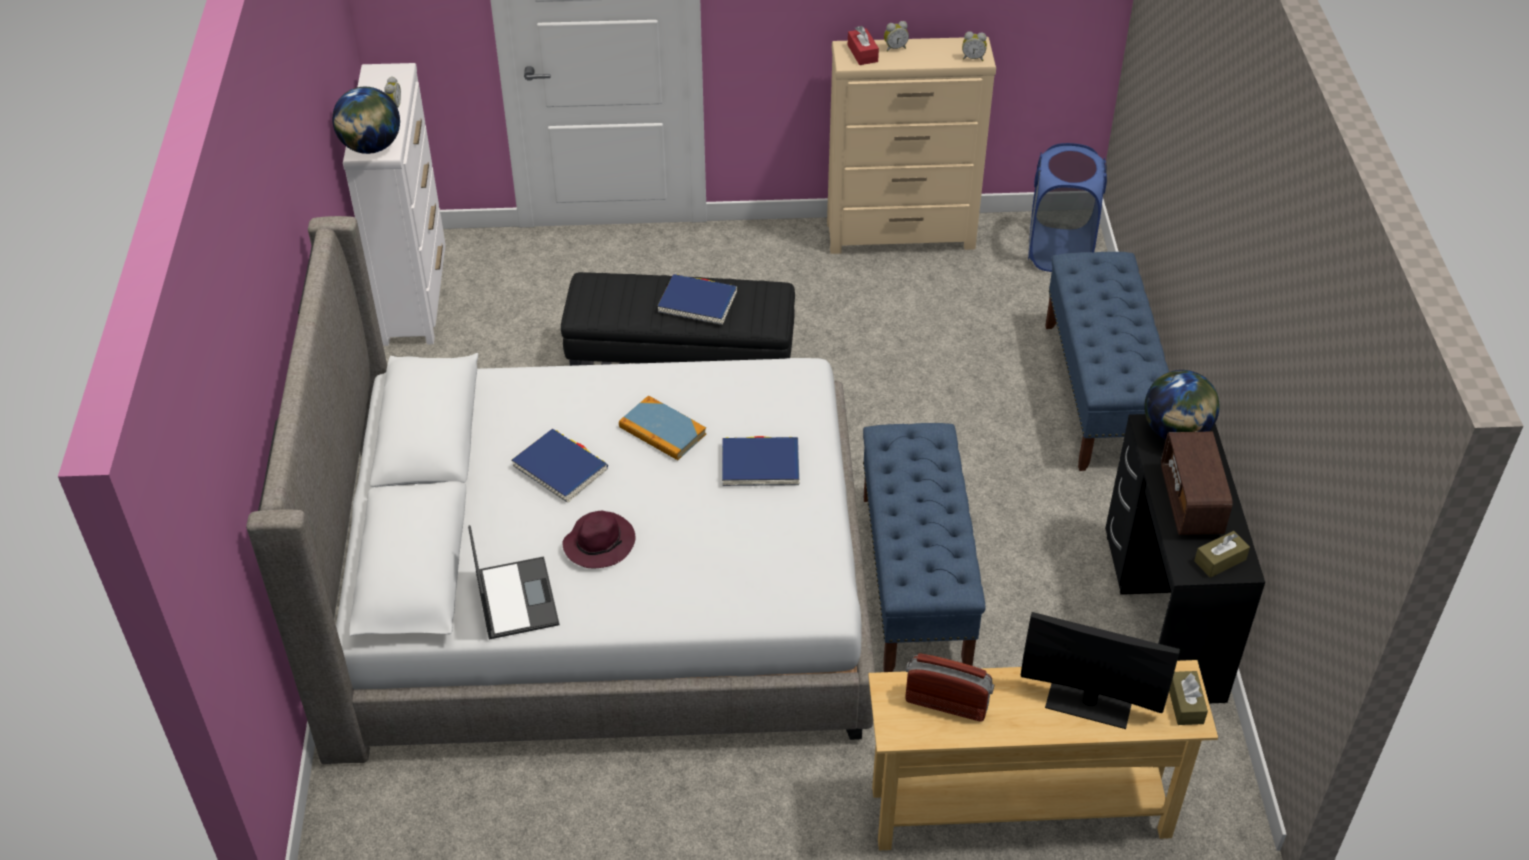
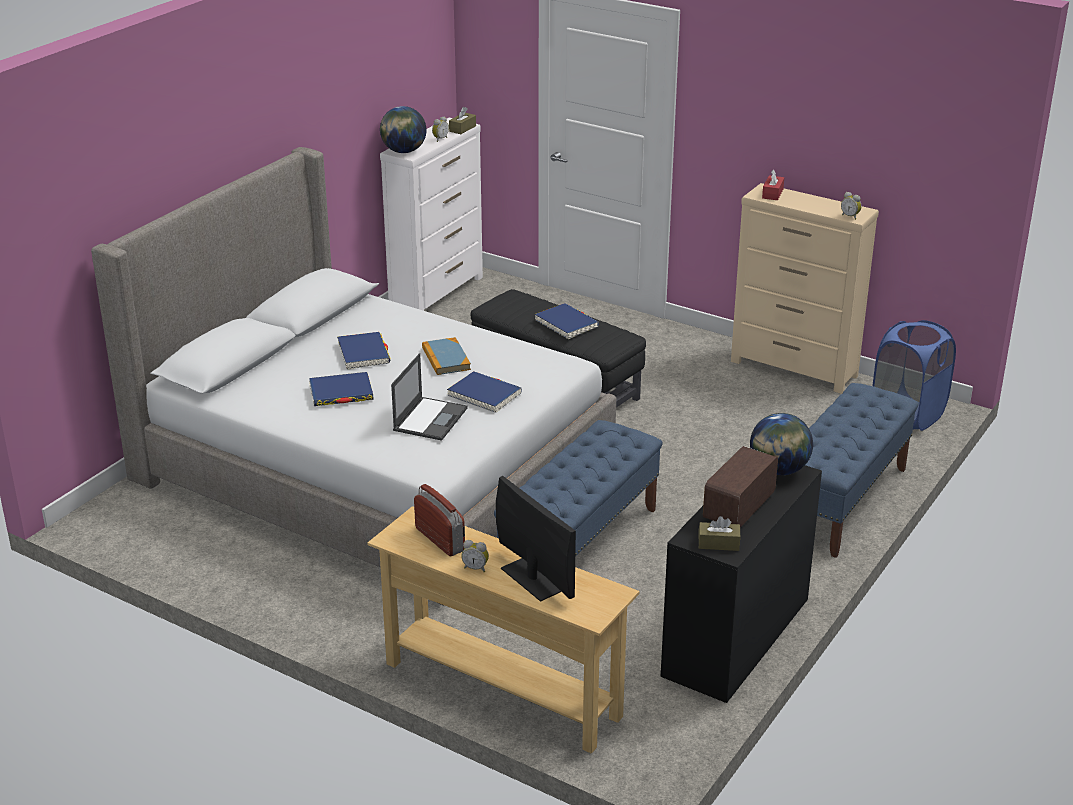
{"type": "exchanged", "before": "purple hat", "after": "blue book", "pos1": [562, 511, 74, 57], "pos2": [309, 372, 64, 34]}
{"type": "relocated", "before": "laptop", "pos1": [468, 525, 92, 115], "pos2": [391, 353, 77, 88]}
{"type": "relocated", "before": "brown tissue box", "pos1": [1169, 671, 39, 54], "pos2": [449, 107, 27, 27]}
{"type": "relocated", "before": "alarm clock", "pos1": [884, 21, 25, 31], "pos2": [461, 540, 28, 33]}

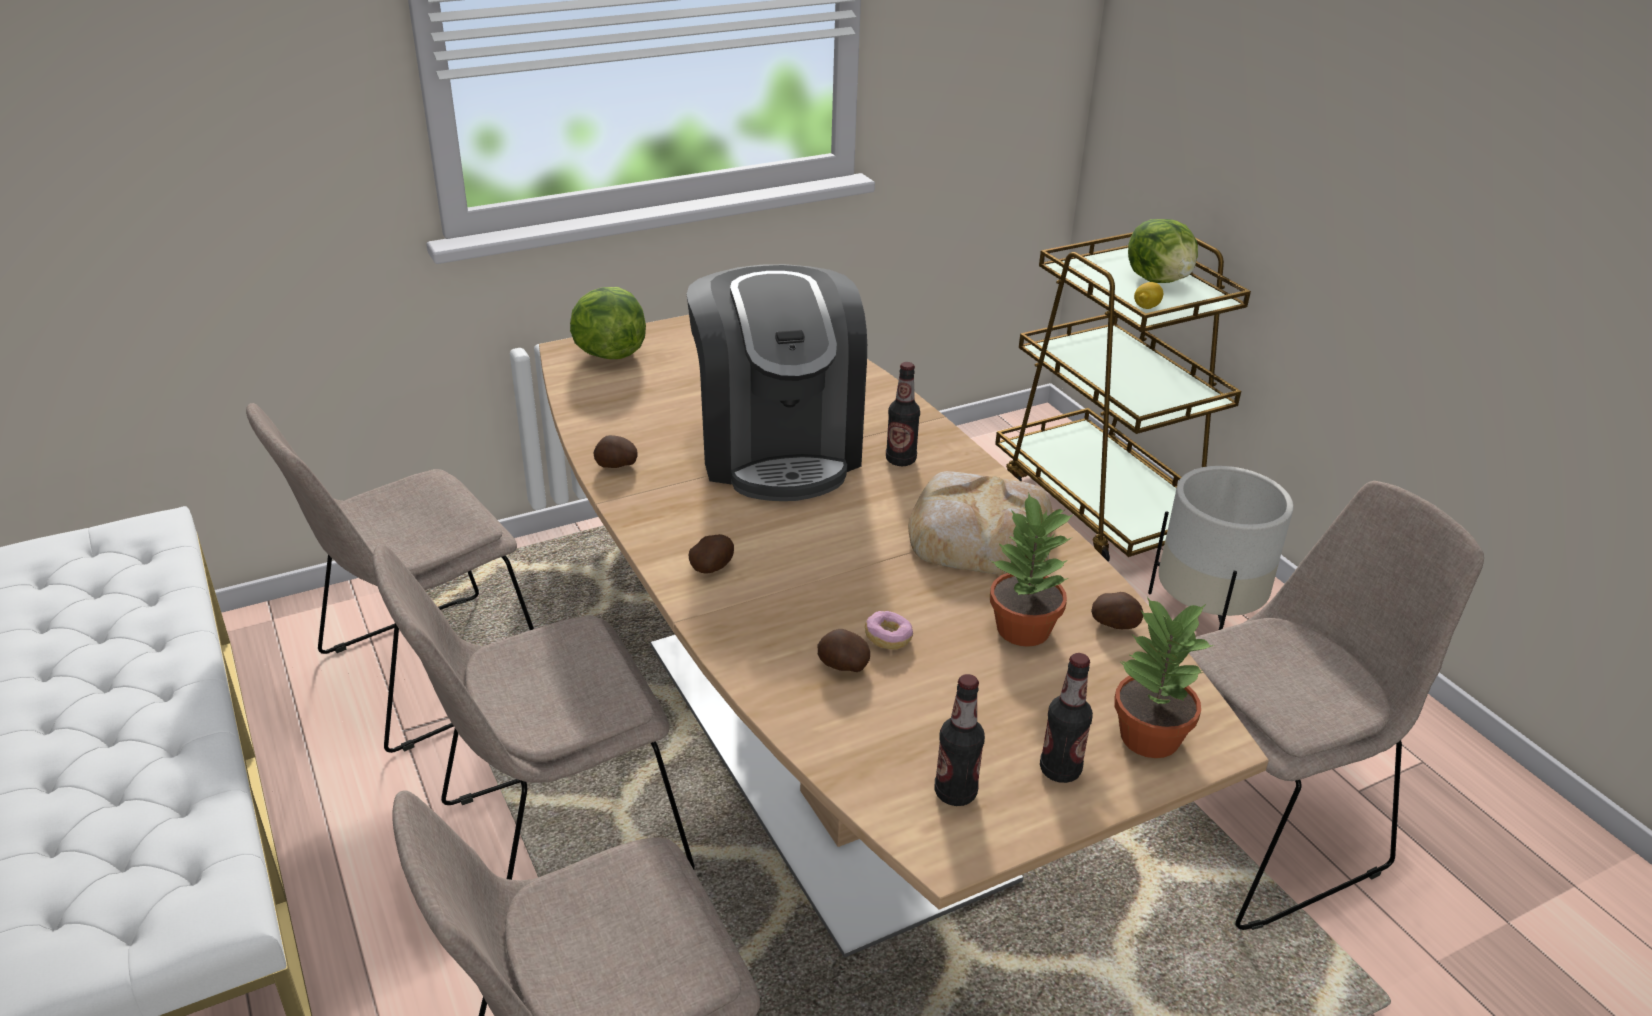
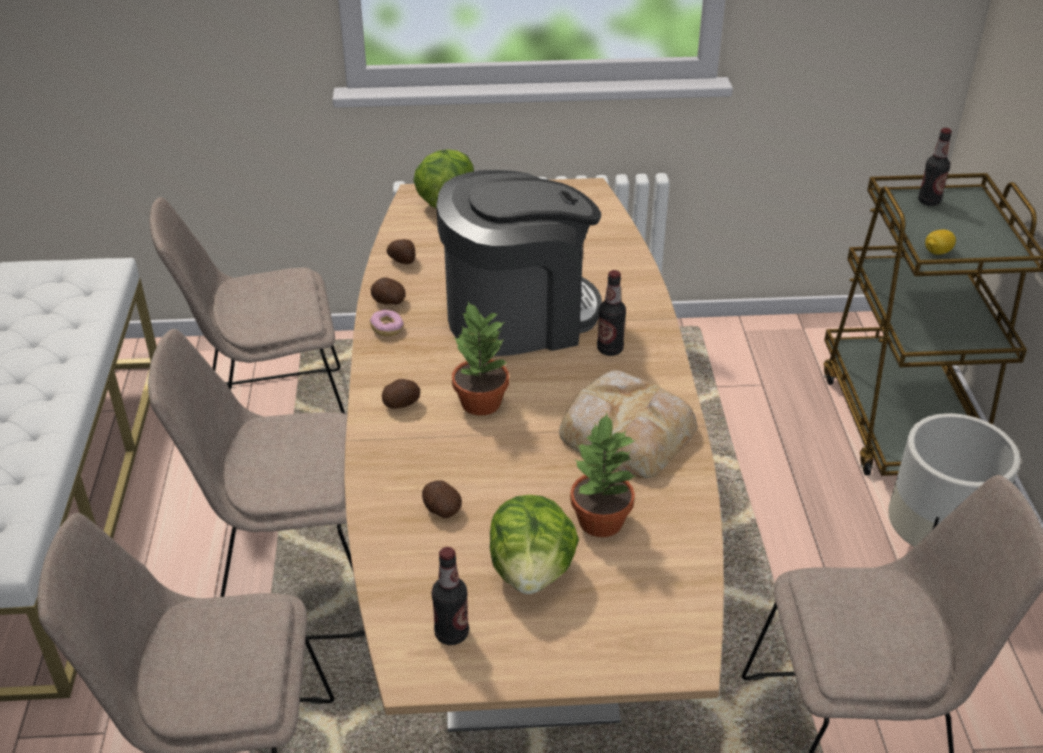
{"type": "relocated", "before": "donut", "pos1": [865, 611, 48, 39], "pos2": [370, 309, 34, 27]}
{"type": "relocated", "before": "potato", "pos1": [1091, 592, 52, 37], "pos2": [387, 239, 28, 25]}
{"type": "spun", "before": "coffee machine", "pos1": [687, 264, 180, 237], "pos2": [436, 170, 166, 186], "turn": -120}
{"type": "relocated", "before": "potted plant", "pos1": [1114, 597, 101, 161], "pos2": [452, 302, 57, 114]}
{"type": "relocated", "before": "lettuce", "pos1": [1128, 219, 70, 64], "pos2": [490, 495, 89, 99]}
{"type": "relocated", "before": "bottle", "pos1": [1040, 653, 53, 130], "pos2": [918, 128, 34, 78]}

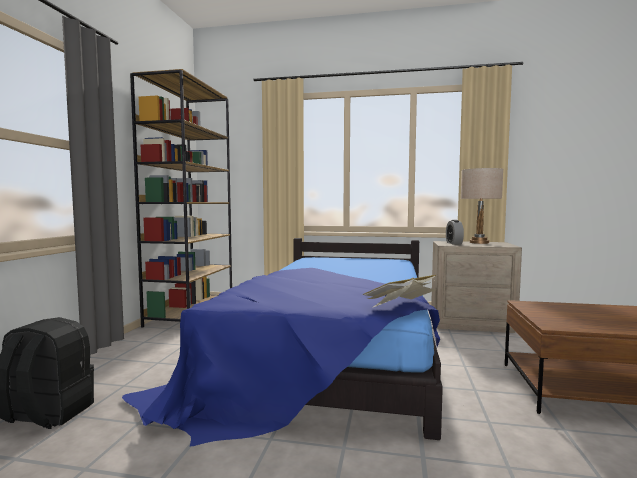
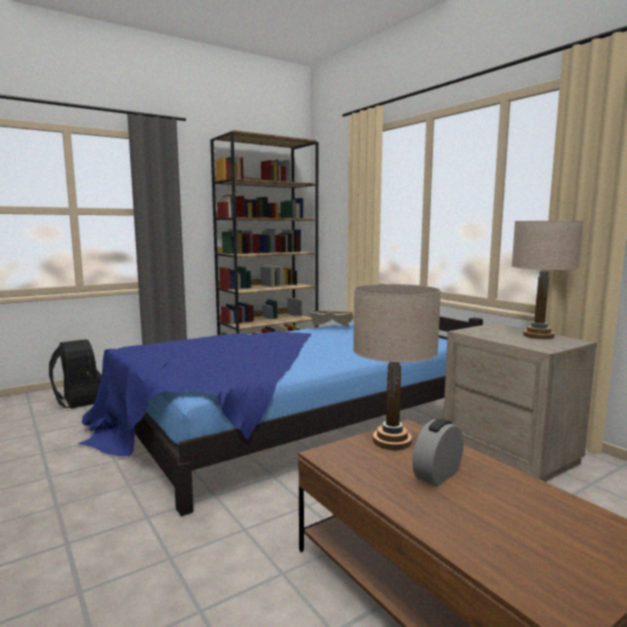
{"type": "relocated", "before": "book", "pos1": [362, 275, 74, 33], "pos2": [308, 311, 45, 16]}
{"type": "appeared", "after": "beige table lamp", "pos2": [353, 284, 88, 166]}
{"type": "relocated", "before": "alarm clock", "pos1": [446, 220, 18, 24], "pos2": [412, 418, 51, 69]}

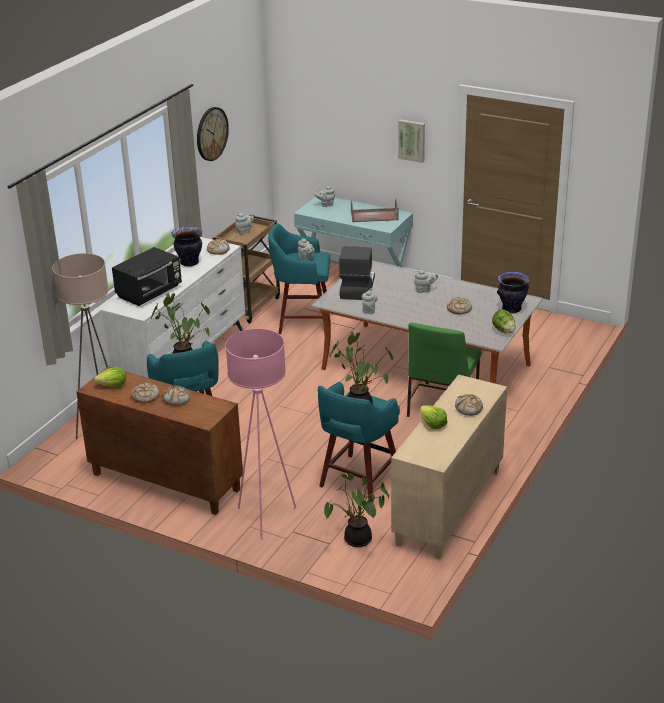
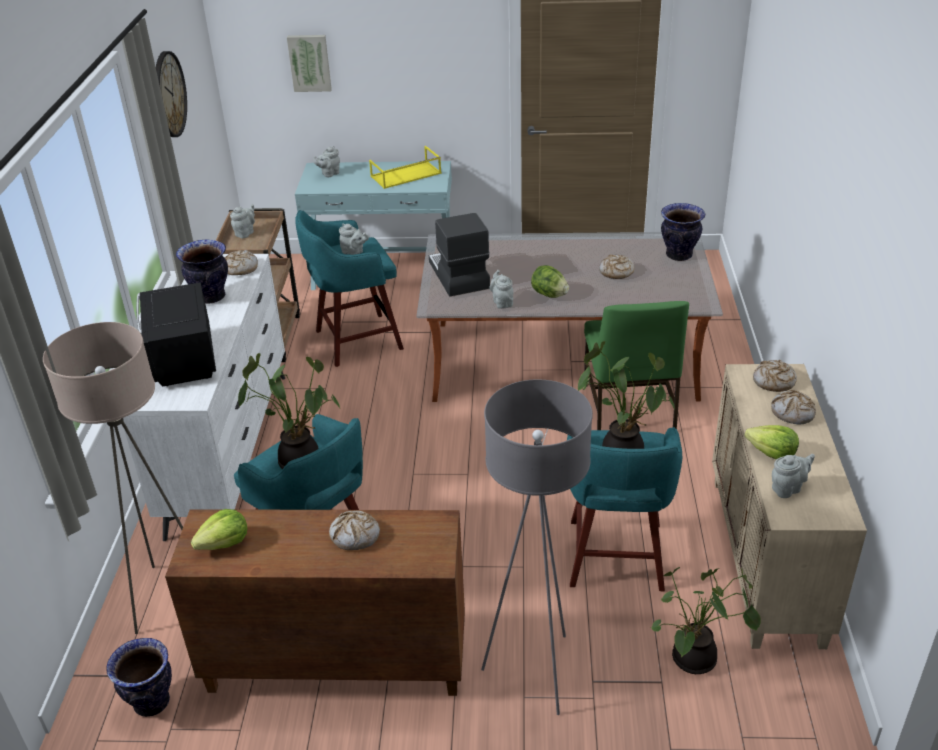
{"type": "appeared", "after": "vase", "pos2": [106, 638, 66, 79]}
{"type": "spun", "before": "black microwave", "pos1": [112, 247, 70, 59], "pos2": [136, 282, 80, 105], "turn": 150}
{"type": "relocated", "before": "picture", "pos1": [398, 119, 27, 44], "pos2": [287, 35, 45, 57]}
{"type": "colour", "before": "brown tray", "after": "yellow tray", "pos1": [351, 198, 48, 24], "pos2": [369, 146, 73, 43]}
{"type": "colour", "before": "pink floor lamp", "after": "grey floor lamp", "pos1": [225, 329, 71, 211], "pos2": [481, 380, 112, 335]}
{"type": "relocated", "before": "lettuce", "pos1": [492, 309, 24, 24], "pos2": [531, 265, 38, 33]}
{"type": "relocated", "before": "bread", "pos1": [131, 382, 29, 21], "pos2": [753, 360, 44, 32]}
{"type": "relocated", "before": "grey teapot", "pos1": [414, 270, 24, 23], "pos2": [772, 454, 43, 44]}

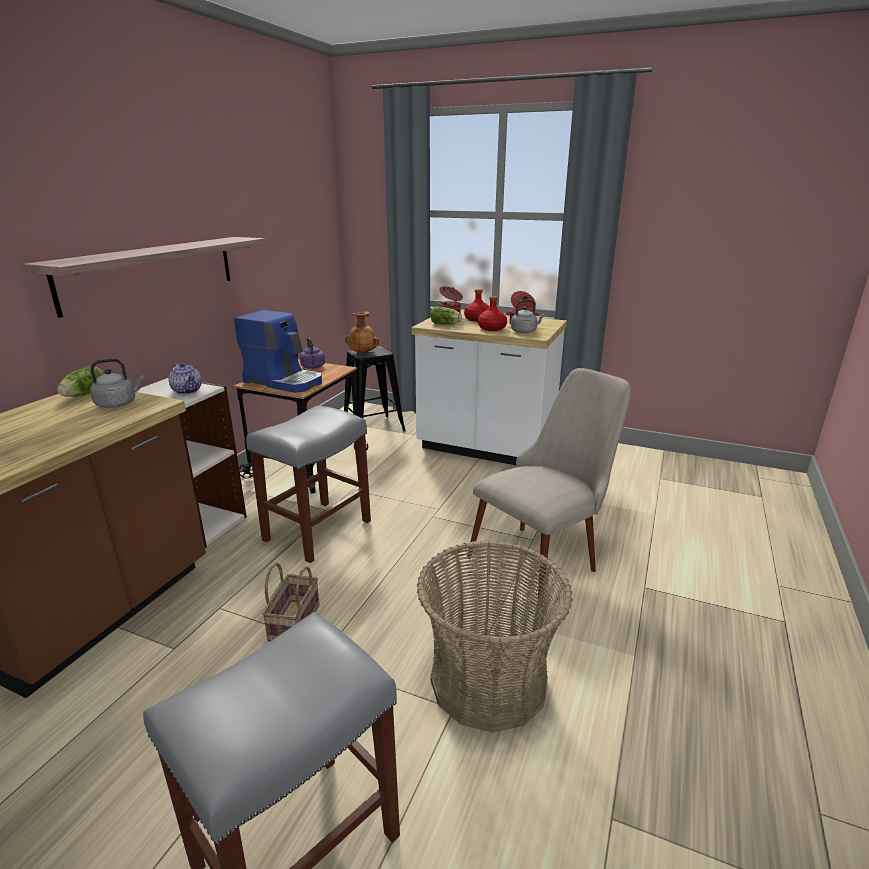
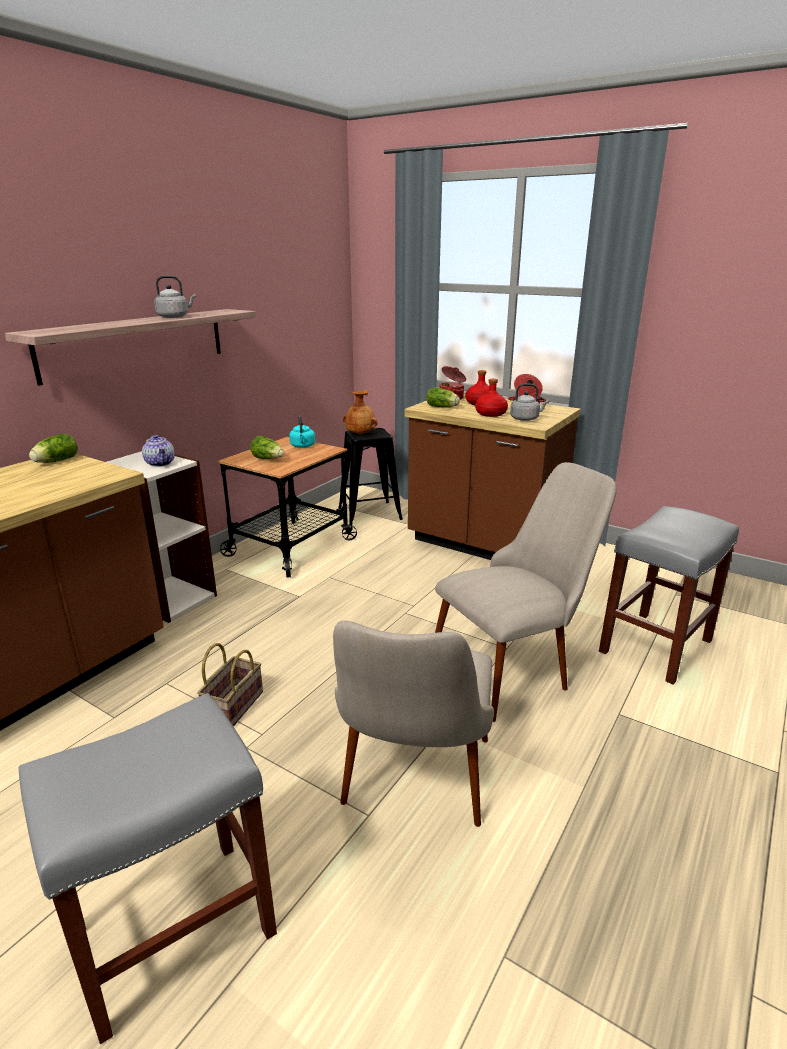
{"type": "relocated", "before": "grey kettle", "pos1": [90, 359, 54, 49], "pos2": [154, 275, 42, 43]}
{"type": "exchanged", "before": "coffee machine", "after": "lettuce", "pos1": [234, 310, 88, 83], "pos2": [250, 436, 34, 23]}
{"type": "colour", "before": "purple kettle", "after": "turquoise kettle", "pos1": [300, 337, 25, 32], "pos2": [289, 414, 26, 34]}
{"type": "exchanged", "before": "basket", "after": "beige chair", "pos1": [417, 540, 156, 193], "pos2": [333, 621, 161, 206]}
{"type": "colour", "before": "white counter", "after": "brown counter", "pos1": [411, 311, 156, 154], "pos2": [405, 393, 175, 167]}
{"type": "relocated", "before": "grey stool", "pos1": [246, 406, 125, 157], "pos2": [599, 506, 140, 178]}

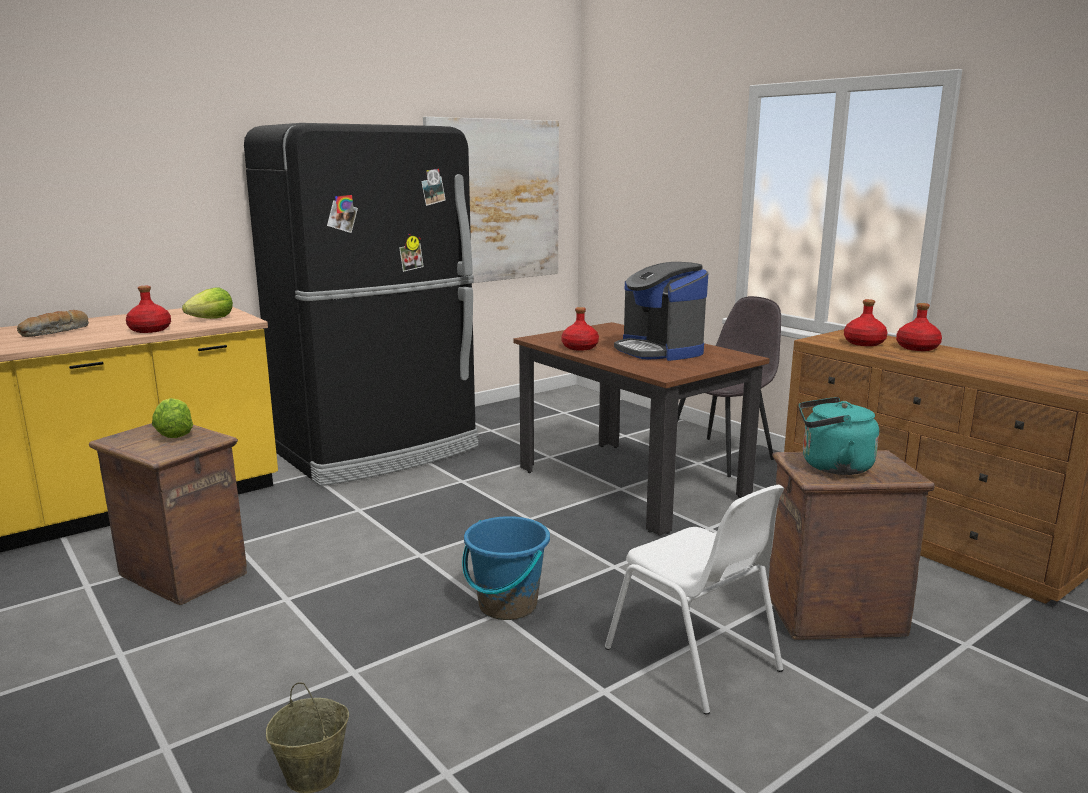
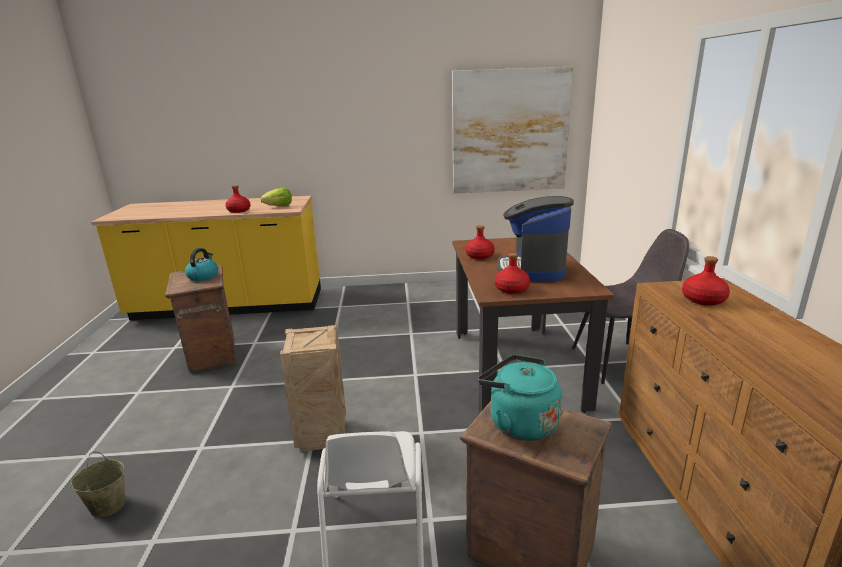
{"type": "exchanged", "before": "lettuce", "after": "kettle", "pos1": [152, 398, 41, 40], "pos2": [185, 248, 33, 33]}
{"type": "exchanged", "before": "blue bucket", "after": "crate", "pos1": [462, 516, 88, 104], "pos2": [280, 325, 66, 127]}
{"type": "relocated", "before": "red bottle", "pos1": [896, 303, 46, 48], "pos2": [495, 253, 35, 41]}
{"type": "missing", "before": "bread", "pos1": [17, 310, 72, 27]}
{"type": "missing", "before": "black fridge", "pos1": [244, 123, 235, 363]}

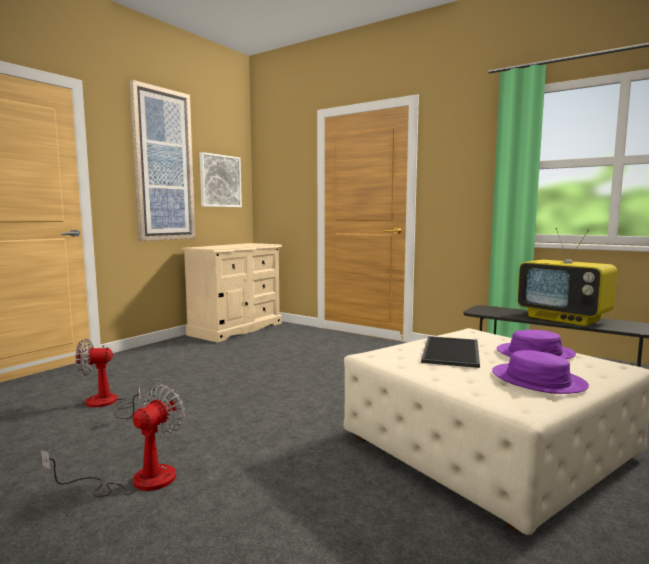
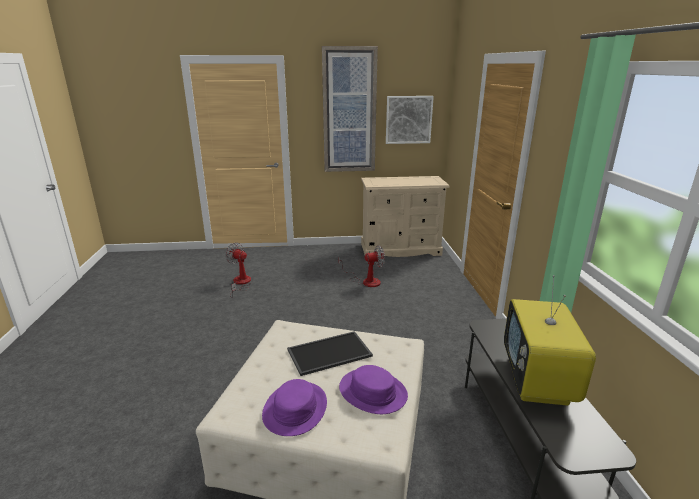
{"type": "relocated", "before": "fan", "pos1": [41, 385, 144, 112], "pos2": [338, 245, 47, 42]}

